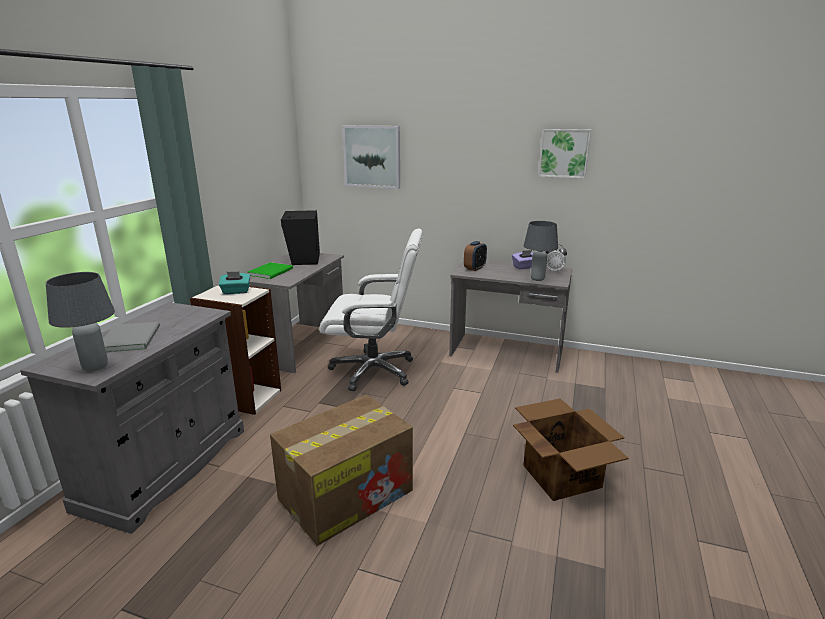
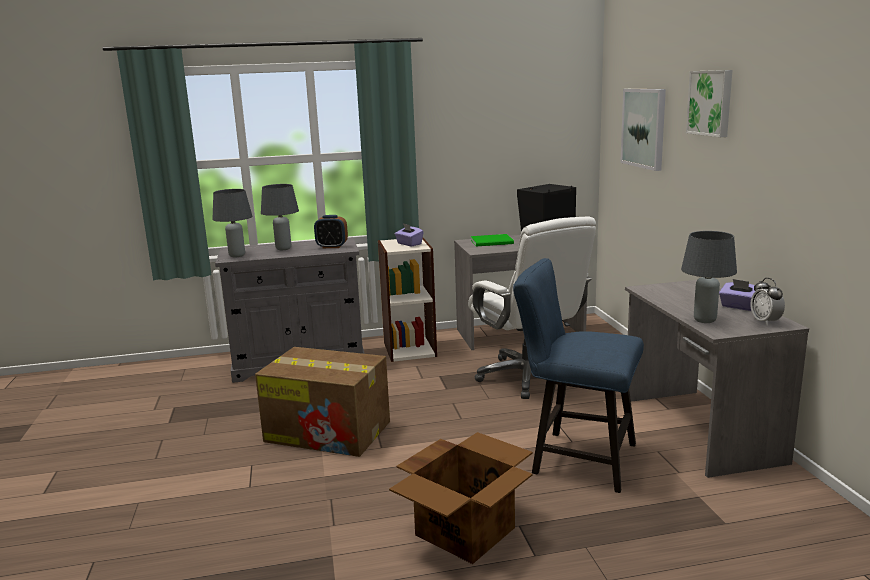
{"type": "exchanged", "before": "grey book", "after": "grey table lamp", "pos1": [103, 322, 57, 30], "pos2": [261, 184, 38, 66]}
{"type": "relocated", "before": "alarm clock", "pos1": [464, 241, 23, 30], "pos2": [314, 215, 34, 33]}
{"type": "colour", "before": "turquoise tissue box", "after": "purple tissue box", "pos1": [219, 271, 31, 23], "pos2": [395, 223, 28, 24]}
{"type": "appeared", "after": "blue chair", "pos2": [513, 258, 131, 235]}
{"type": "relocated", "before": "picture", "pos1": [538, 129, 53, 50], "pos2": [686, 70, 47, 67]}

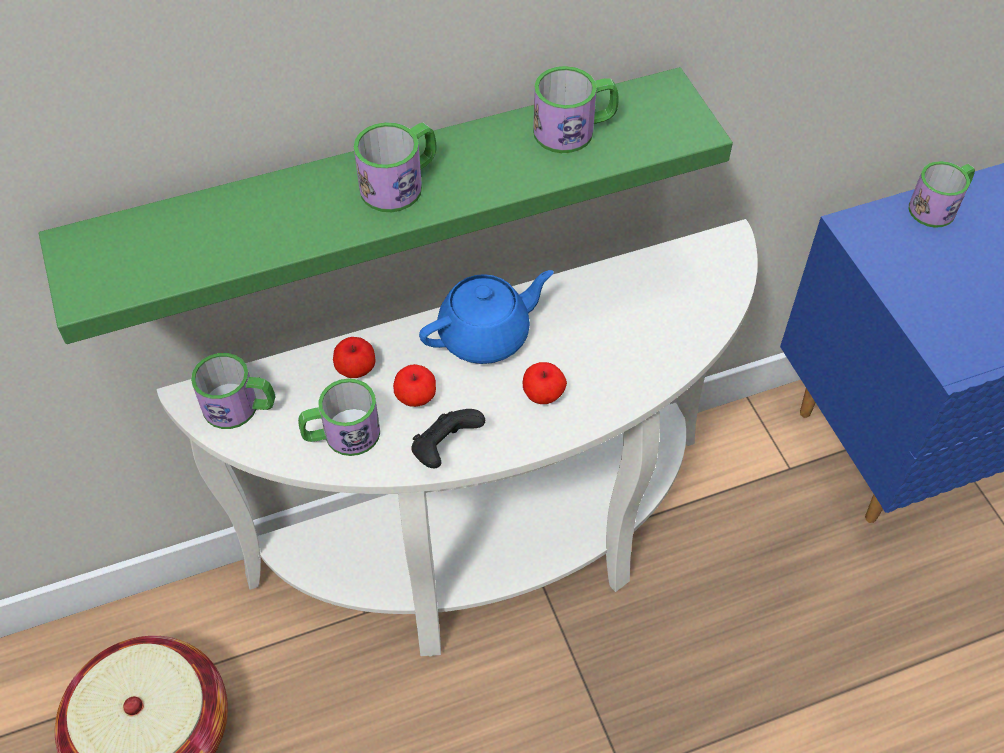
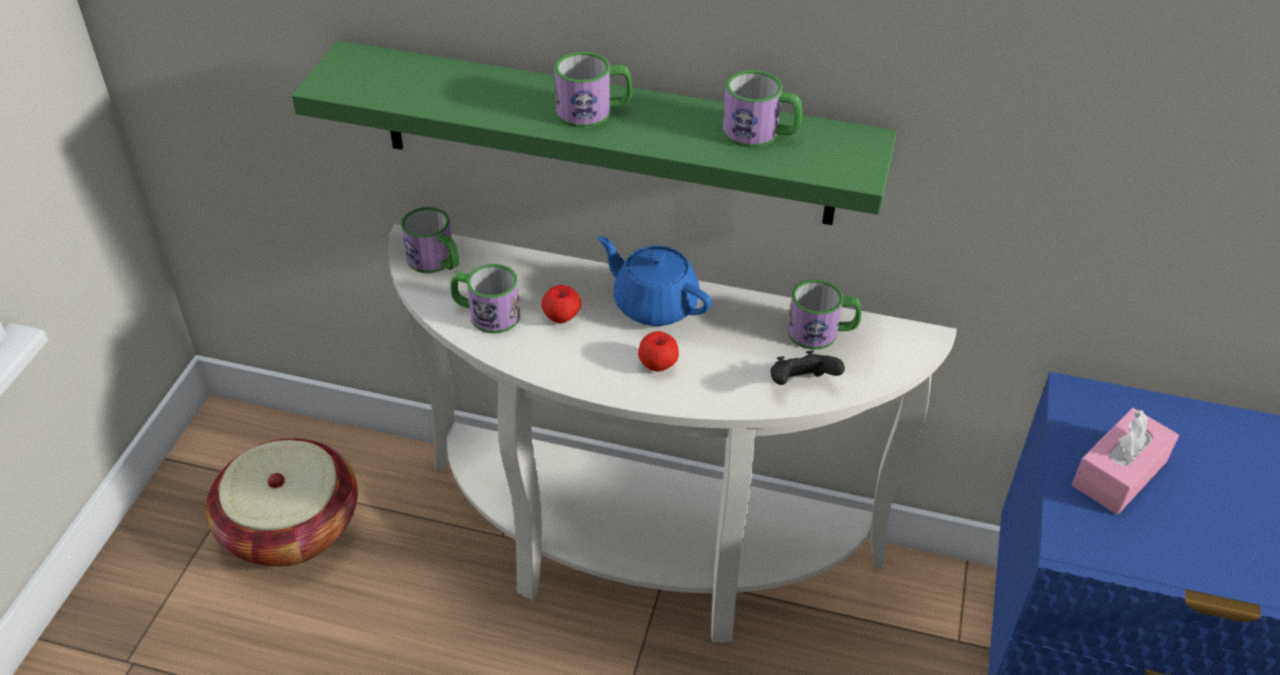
{"type": "spun", "before": "blue teapot", "pos1": [419, 270, 135, 94], "pos2": [598, 236, 114, 90], "turn": -150}
{"type": "relocated", "before": "black game controller", "pos1": [411, 409, 74, 59], "pos2": [770, 350, 75, 35]}
{"type": "relocated", "before": "mug", "pos1": [909, 161, 66, 67], "pos2": [787, 279, 74, 71]}
{"type": "appeared", "after": "pink tissue box", "pos2": [1072, 408, 107, 107]}
{"type": "missing", "before": "apple", "pos1": [333, 337, 42, 41]}

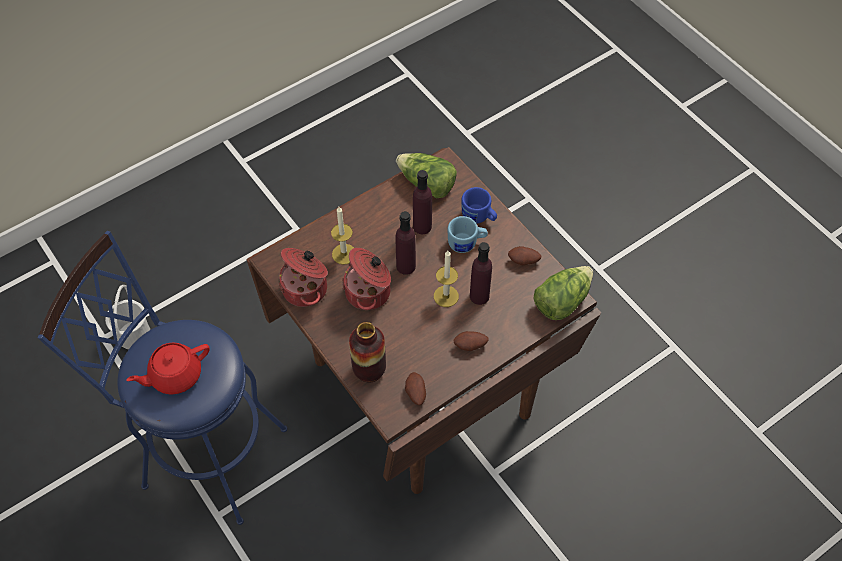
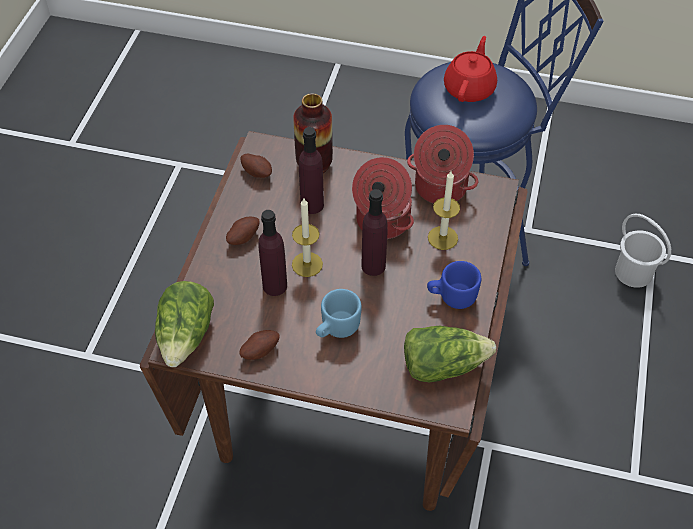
{"type": "relocated", "before": "purple bottle", "pos1": [413, 170, 19, 64], "pos2": [299, 127, 25, 87]}
{"type": "relocated", "before": "blue mug", "pos1": [461, 187, 36, 37], "pos2": [427, 261, 54, 48]}

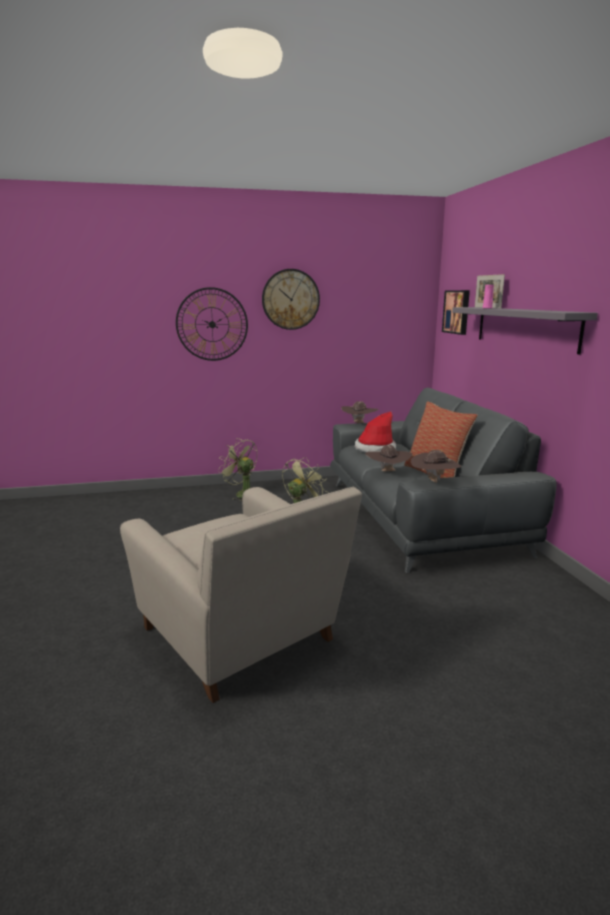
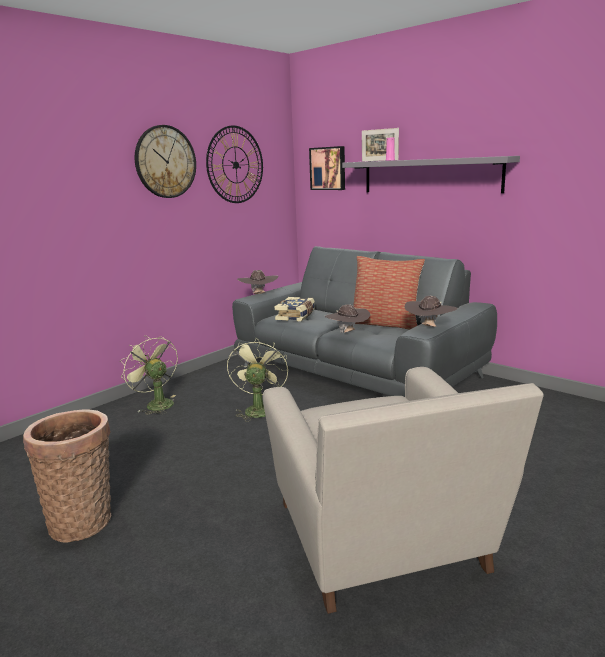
{"type": "appeared", "after": "basket", "pos2": [23, 410, 88, 133]}
{"type": "spun", "before": "green fan", "pos1": [218, 438, 39, 63], "pos2": [120, 335, 58, 80], "turn": 45}
{"type": "relocated", "before": "wall clock", "pos1": [176, 287, 72, 74], "pos2": [206, 125, 57, 78]}
{"type": "spun", "before": "beige armchair", "pos1": [120, 487, 242, 216], "pos2": [263, 367, 281, 247], "turn": 60}
{"type": "exchanged", "before": "hat", "after": "book", "pos1": [355, 412, 41, 41], "pos2": [275, 297, 40, 25]}

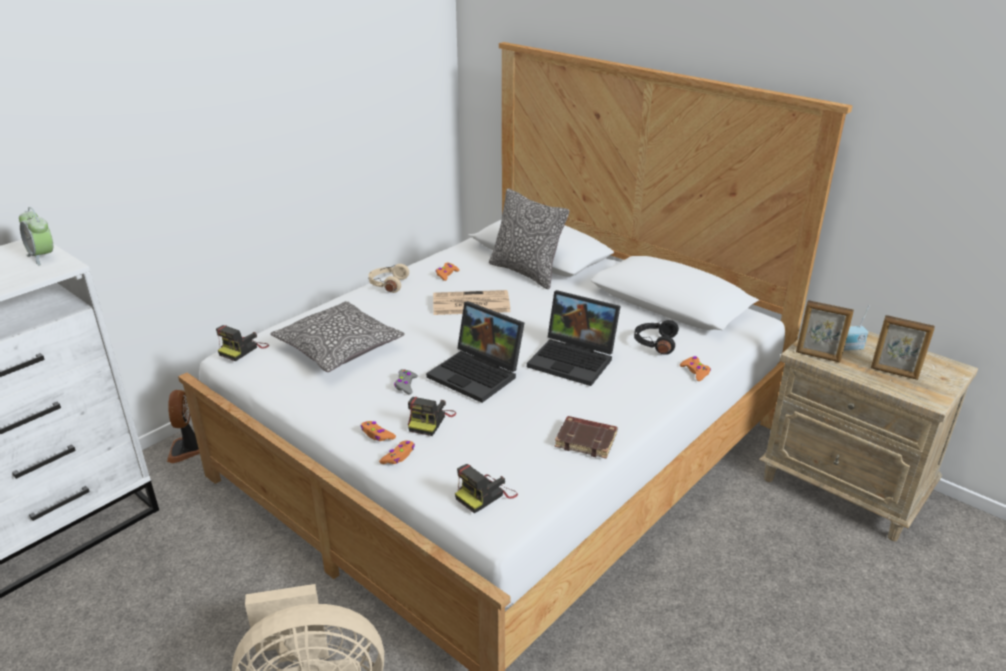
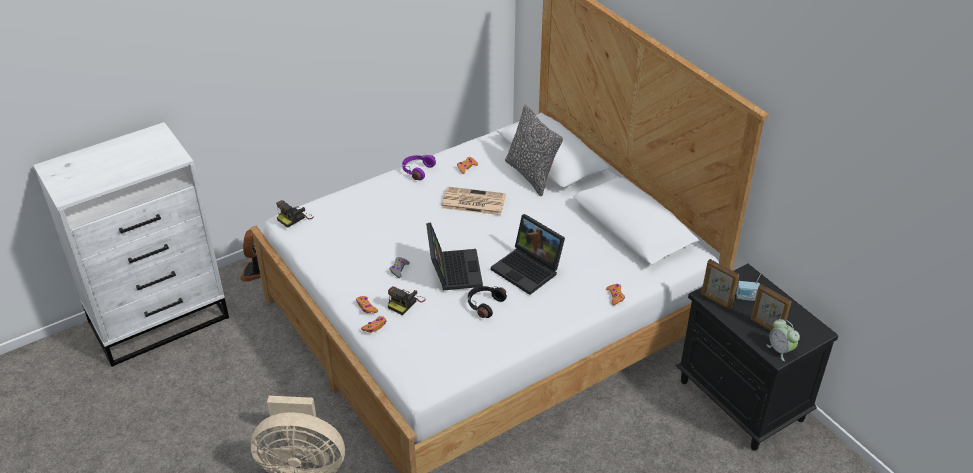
{"type": "colour", "before": "beige headphones", "after": "purple headphones", "pos1": [369, 264, 40, 29], "pos2": [402, 155, 34, 25]}
{"type": "spun", "before": "laptop", "pos1": [426, 301, 98, 102], "pos2": [426, 222, 57, 68], "turn": -150}
{"type": "relocated", "before": "black headphones", "pos1": [634, 320, 45, 35], "pos2": [468, 286, 39, 32]}
{"type": "colour", "before": "beige nightstand", "after": "black nightstand", "pos1": [759, 325, 219, 216], "pos2": [676, 264, 162, 187]}
{"type": "relocated", "before": "alarm clock", "pos1": [19, 207, 34, 58], "pos2": [767, 319, 33, 42]}
{"type": "missing", "before": "pillow", "pos1": [270, 301, 135, 71]}
{"type": "missing", "before": "photo camera", "pos1": [455, 464, 63, 50]}
{"type": "missing", "before": "brown book", "pos1": [555, 416, 63, 43]}

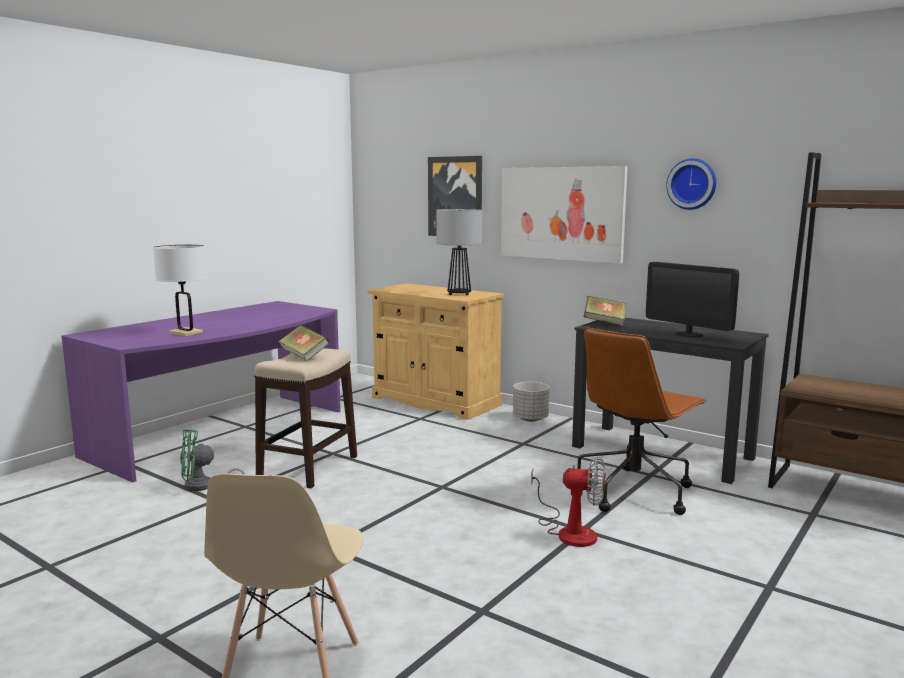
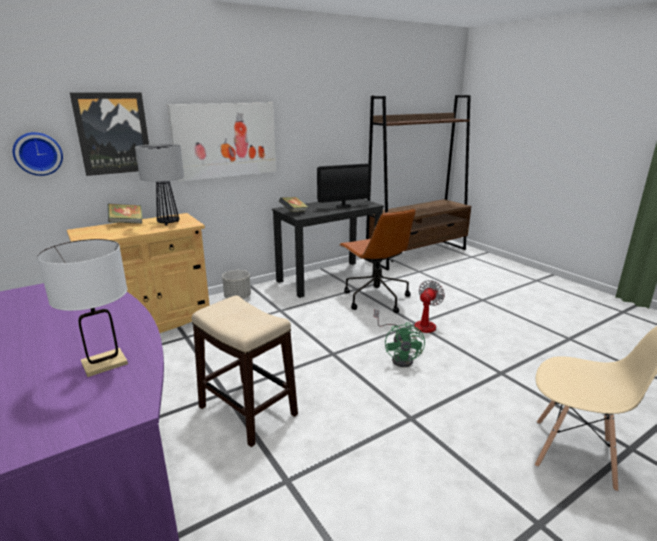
{"type": "relocated", "before": "wall clock", "pos1": [666, 158, 50, 52], "pos2": [13, 132, 50, 44]}
{"type": "relocated", "before": "book", "pos1": [278, 325, 51, 36], "pos2": [108, 204, 35, 20]}
{"type": "relocated", "before": "green fan", "pos1": [180, 429, 65, 62], "pos2": [385, 322, 40, 45]}

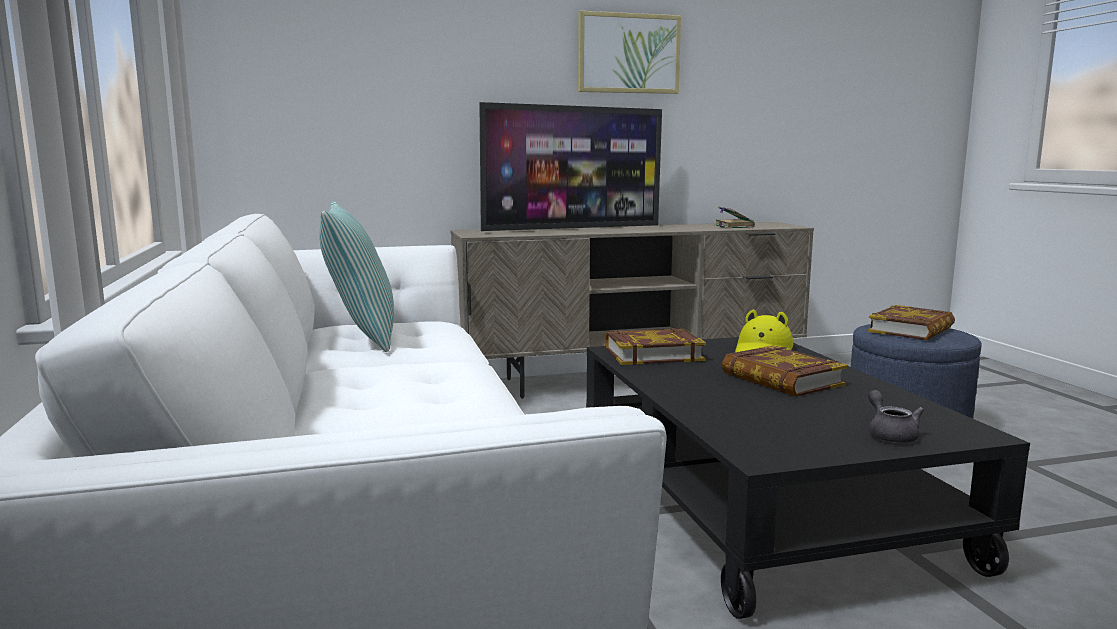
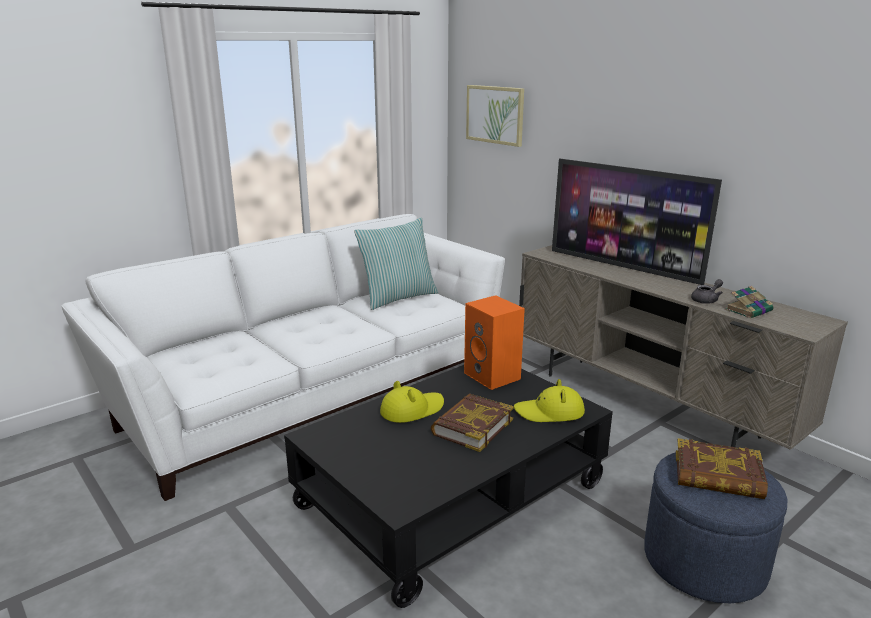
{"type": "appeared", "after": "yellow hat", "pos2": [380, 381, 64, 42]}
{"type": "exchanged", "before": "book", "after": "orange speaker", "pos1": [605, 328, 101, 37], "pos2": [464, 295, 61, 95]}
{"type": "relocated", "before": "picture", "pos1": [578, 11, 103, 83], "pos2": [466, 85, 58, 62]}
{"type": "relocated", "before": "grey teapot", "pos1": [868, 390, 56, 53], "pos2": [691, 279, 32, 25]}

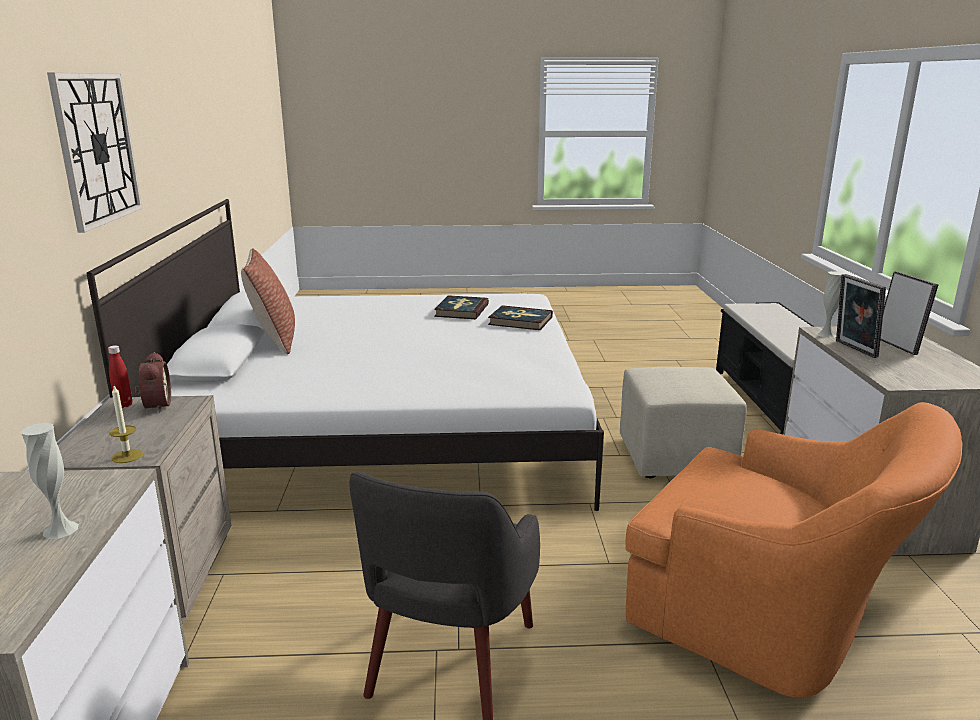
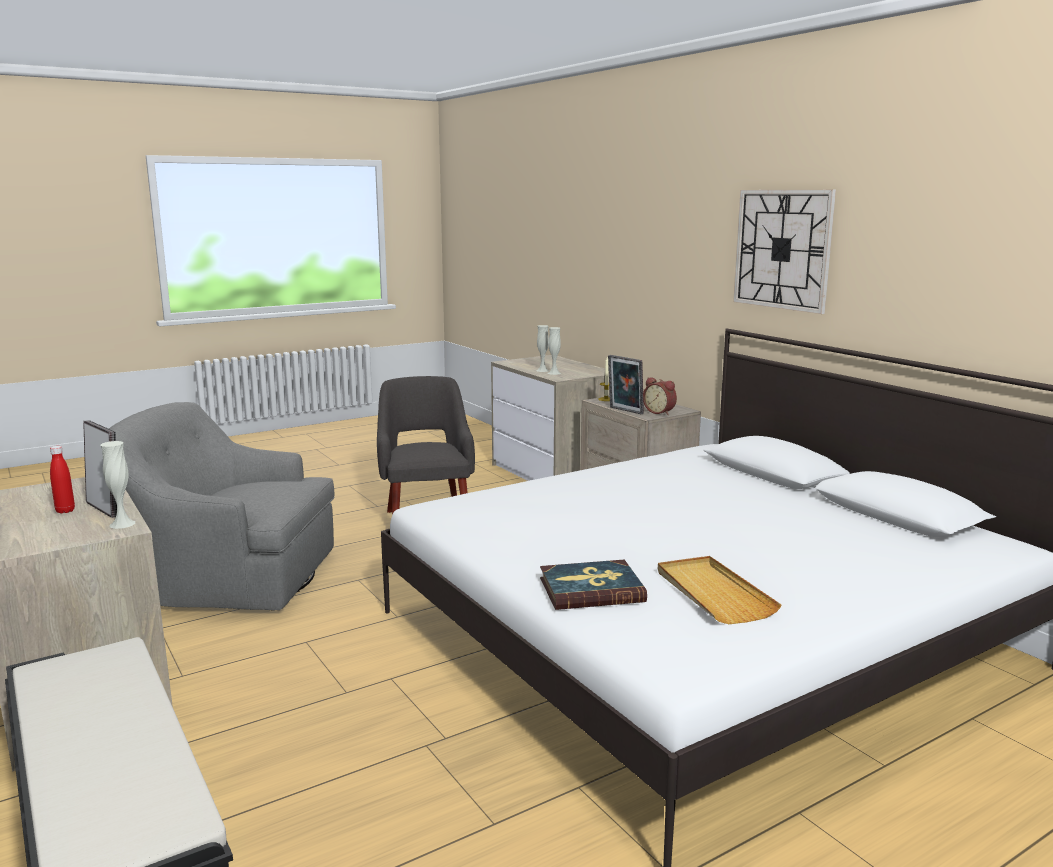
{"type": "relocated", "before": "red bottle", "pos1": [108, 345, 25, 63], "pos2": [50, 446, 25, 68]}
{"type": "colour", "before": "orange armchair", "after": "grey armchair", "pos1": [625, 402, 337, 296], "pos2": [109, 402, 226, 208]}
{"type": "appeared", "after": "white vase", "pos2": [548, 327, 13, 48]}
{"type": "relocated", "before": "picture frame", "pos1": [880, 271, 58, 84], "pos2": [608, 355, 36, 59]}
{"type": "exchanged", "before": "book", "after": "beige tray", "pos1": [434, 295, 55, 24], "pos2": [658, 556, 123, 68]}
{"type": "missing", "before": "pillow", "pos1": [241, 248, 54, 106]}
{"type": "missing", "before": "beige ottoman", "pos1": [620, 367, 127, 111]}

